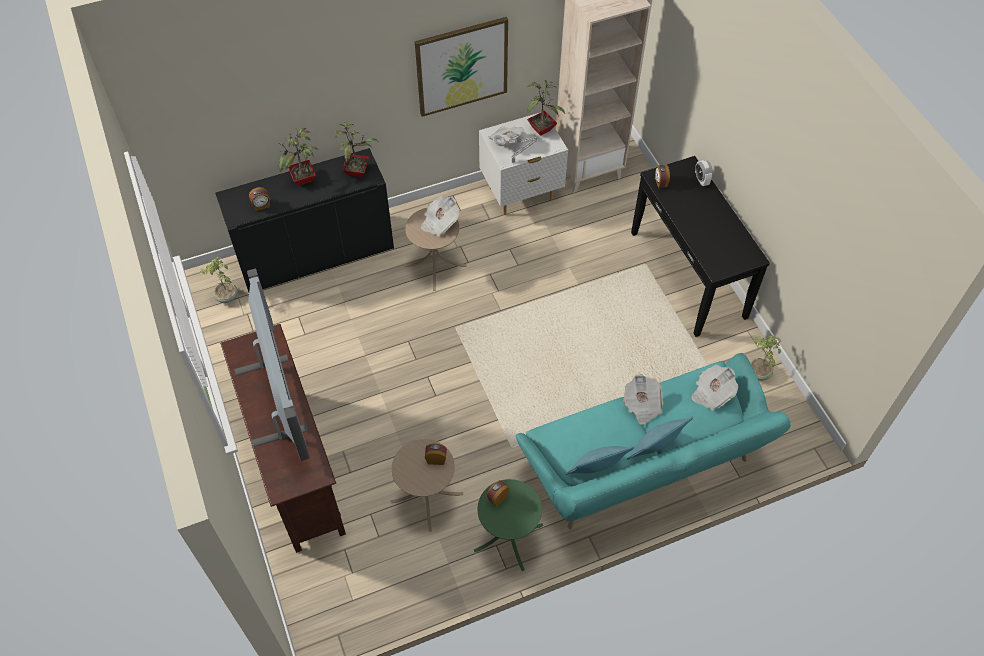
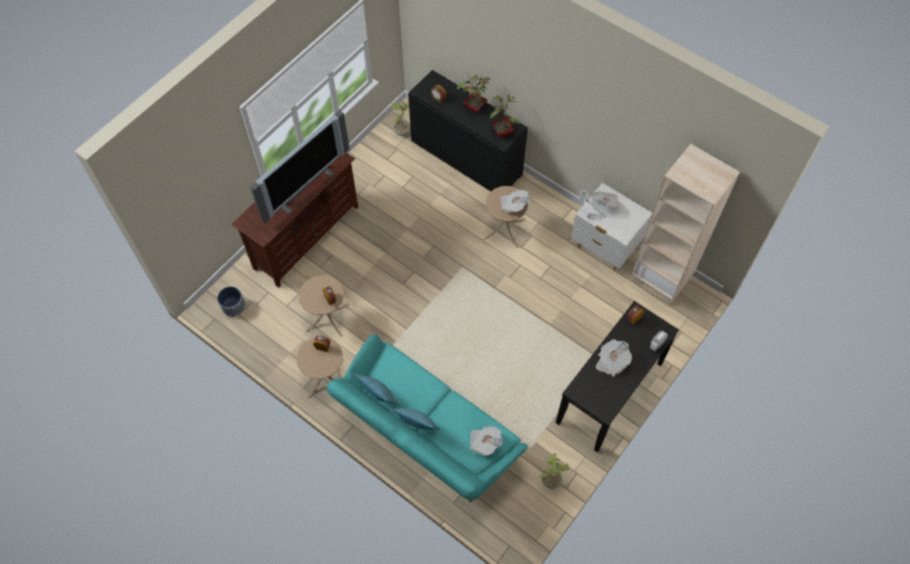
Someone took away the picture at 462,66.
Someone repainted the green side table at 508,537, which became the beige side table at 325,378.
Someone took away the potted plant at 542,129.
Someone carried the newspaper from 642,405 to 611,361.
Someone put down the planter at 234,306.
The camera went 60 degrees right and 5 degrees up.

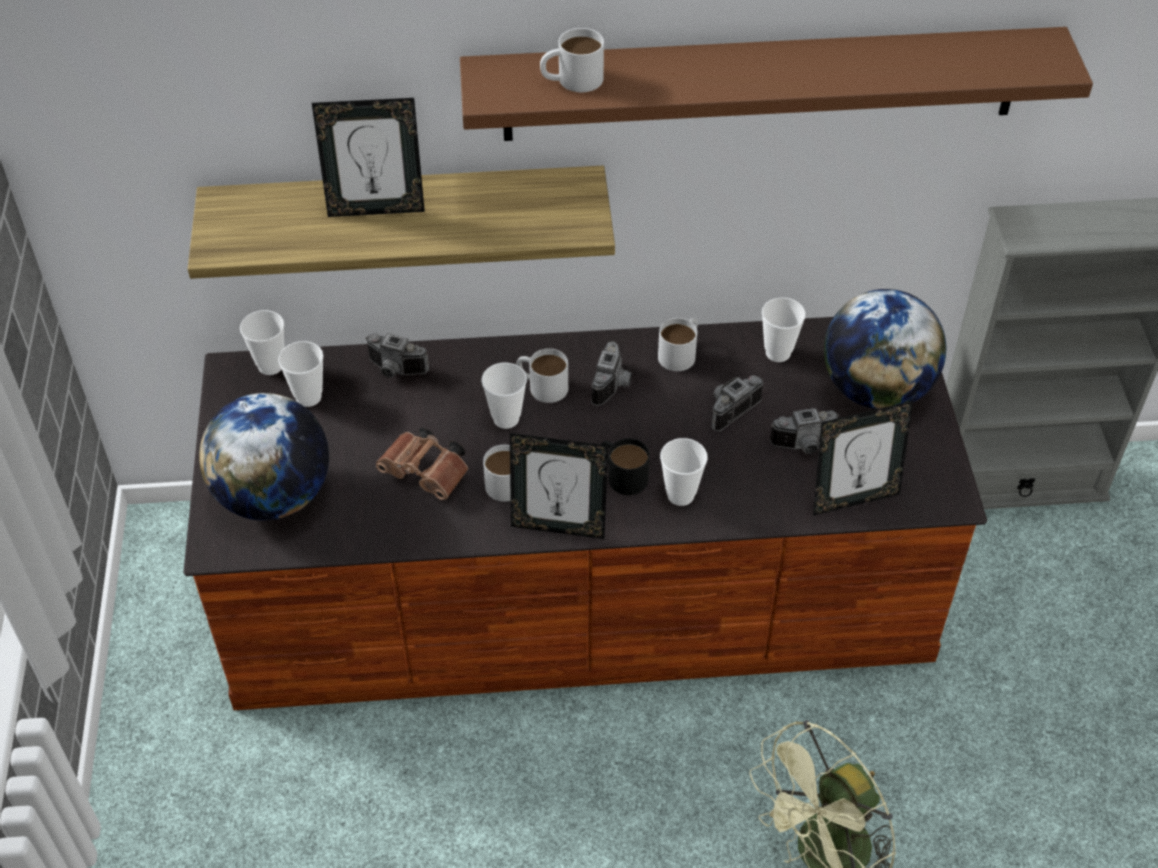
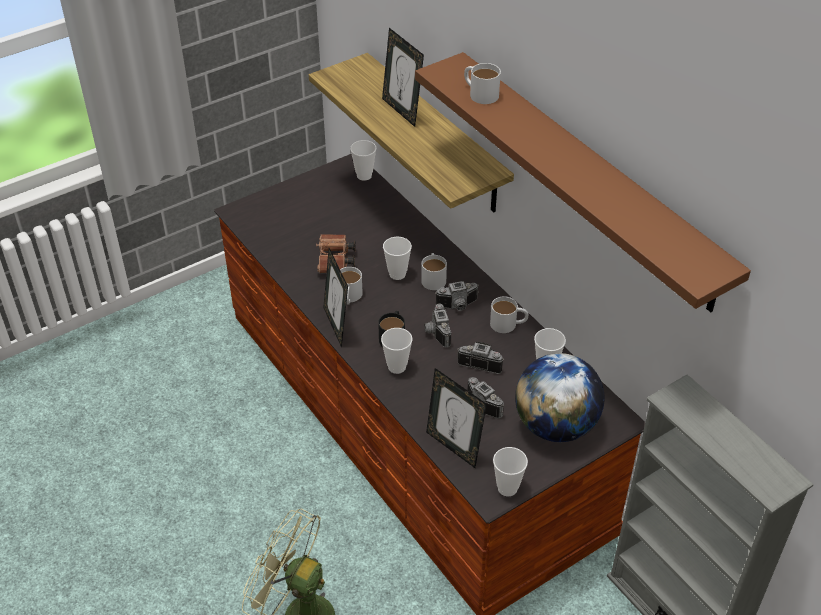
Someone took away the globe at 274,496.
Someone carried the cup from 308,397 to 507,488.
Someone carried the photo camera from 394,370 to 436,333.
The camera went 60 degrees right and 5 degrees down.

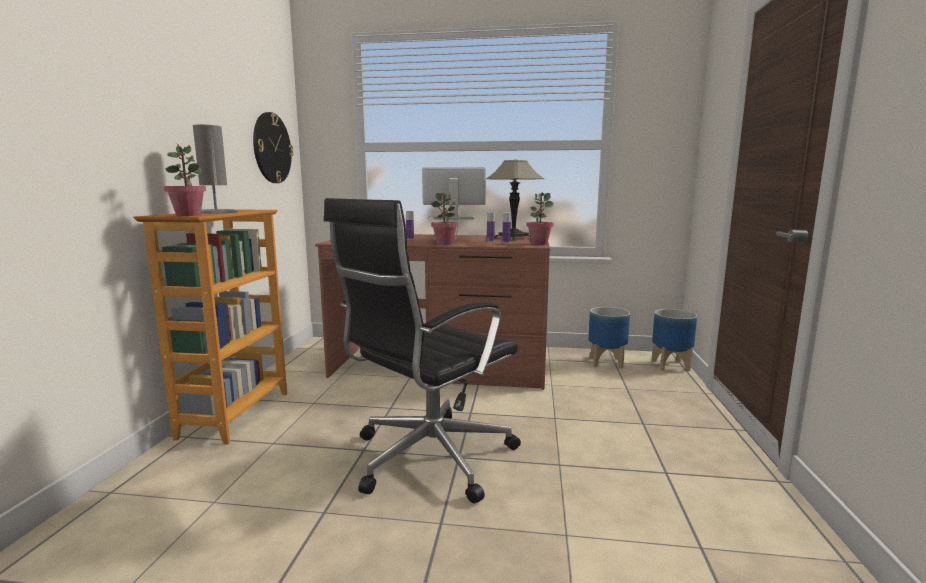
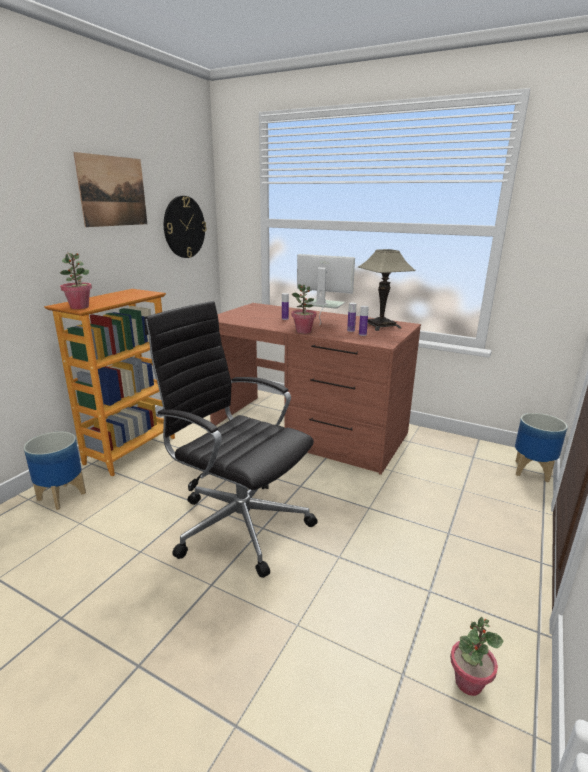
Someone took away the grey table lamp at 216,212.
Someone rotated the black office chair at 428,458 by 60 degrees clockwise.
Someone carried the potted plant from 539,244 to 468,682.
Someone carried the planter from 606,363 to 61,497.
Someone put up the picture at 113,191.
The camera went 20 degrees right and 10 degrees up.

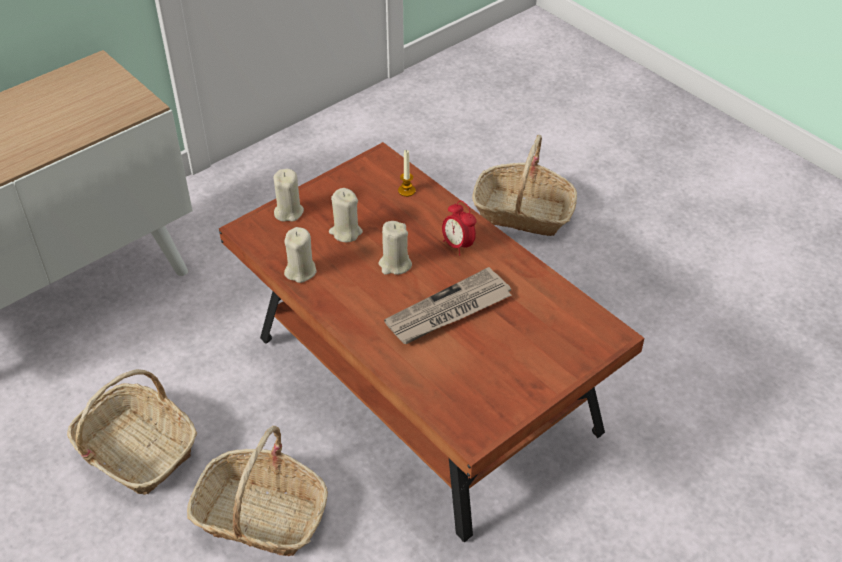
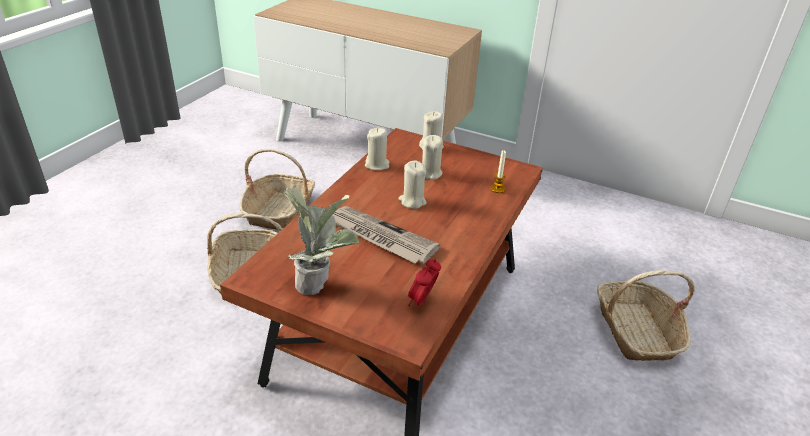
Someone carried the alarm clock from 458,245 to 422,301.
Someone put down the potted plant at 320,284.
The camera went 65 degrees right and 10 degrees down.

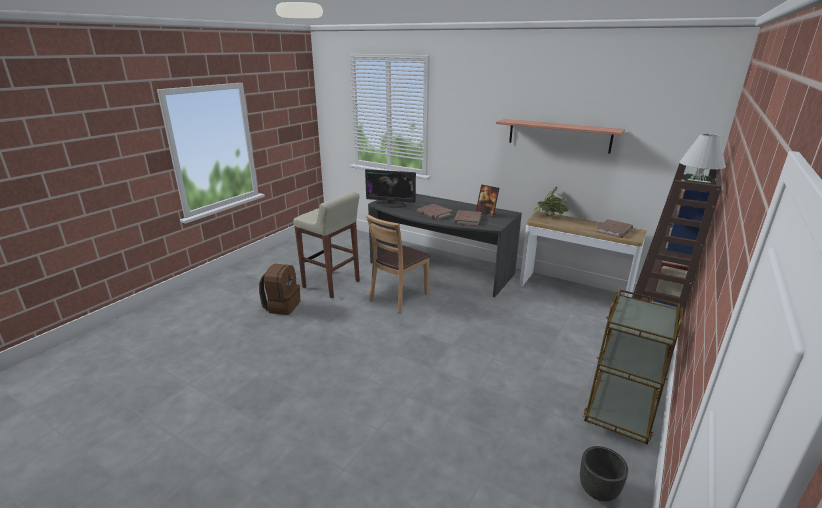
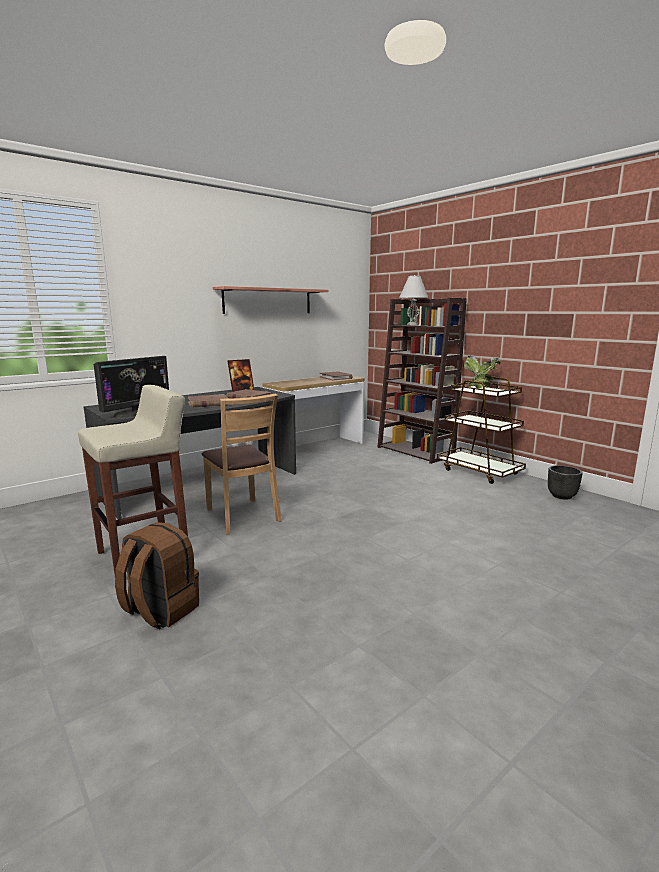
Someone carried the potted plant from 549,217 to 480,388.
The camera went 70 degrees left and 10 degrees down.

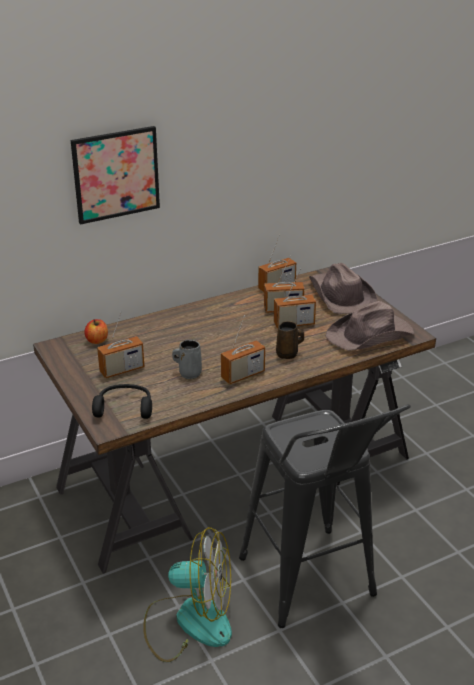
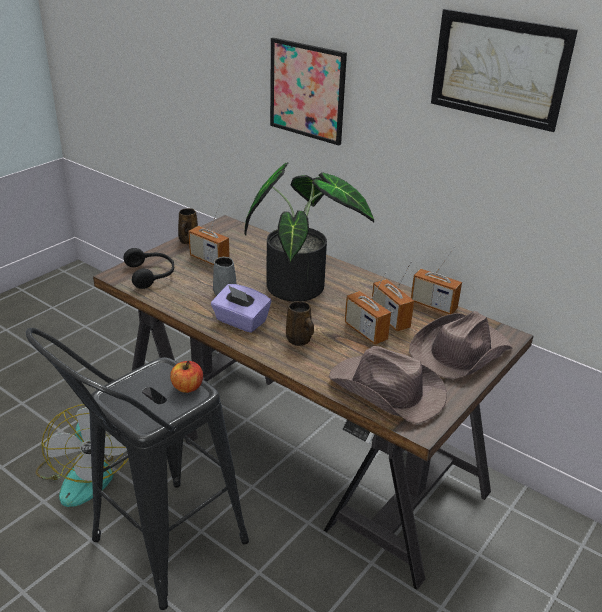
Someone carried the apple from 97,340 to 187,387.
Someone swapped the radio at 243,375 for the purple tissue box at 240,321.
Someone put down the brown mug at 188,241.
Someone put down the potted plant at 300,285.
Someone put up the picture at 499,69.
The camera went 65 degrees right and 0 degrees up.

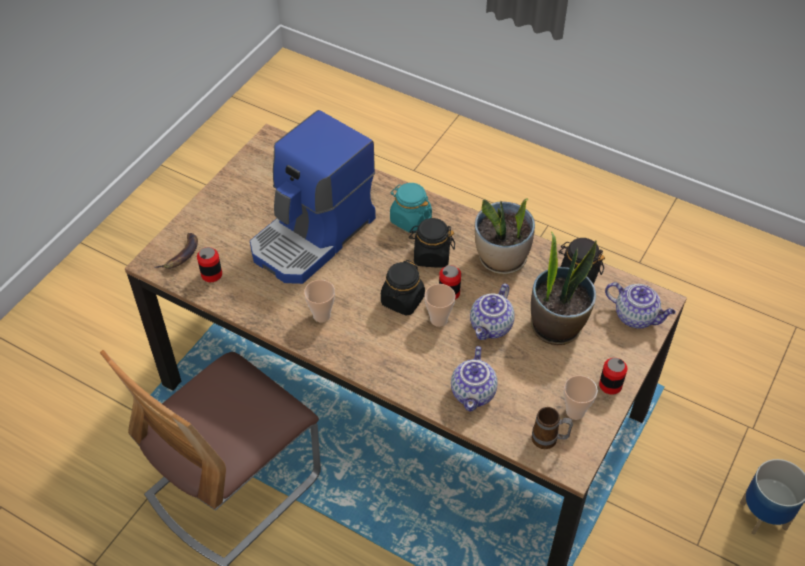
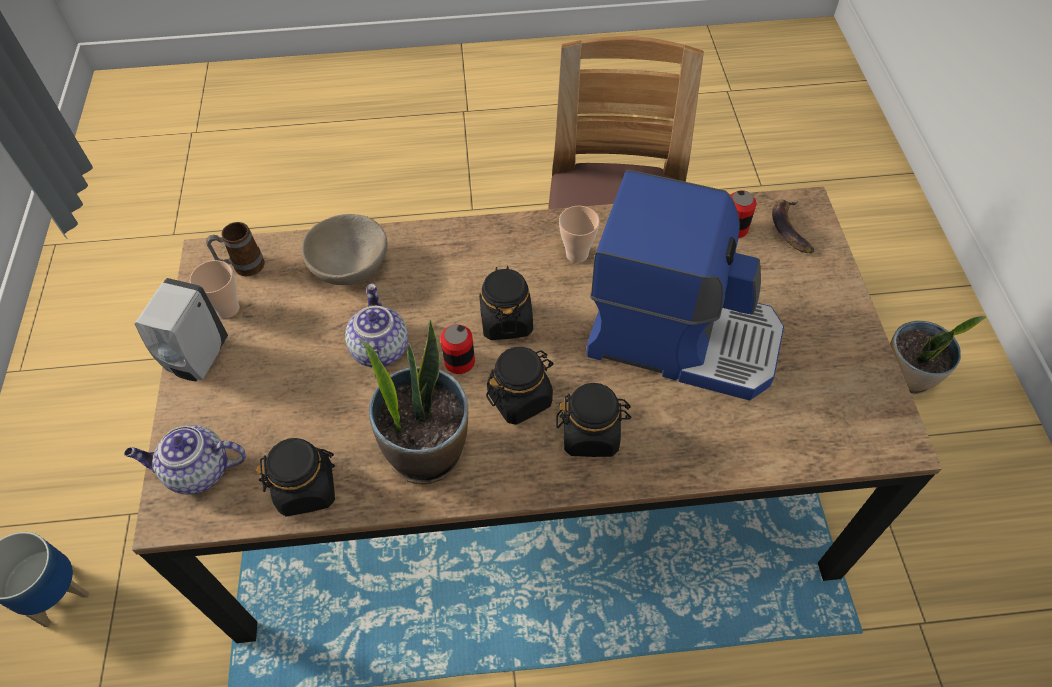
Someone rotated the coffee machine at 313,236 by 105 degrees clockwise.
Someone repainted the turquoise jar at 410,220, which became the black jar at 591,434.
Someone took away the cup at 438,319.
Someone swapped the teapot at 474,393 for the beige bowl at 350,268.
Someone carried the potted plant from 556,326 to 907,377.
Someone swapped the can at 610,385 for the white soap dispenser at 198,360.
The camera went 145 degrees right and 5 degrees up.

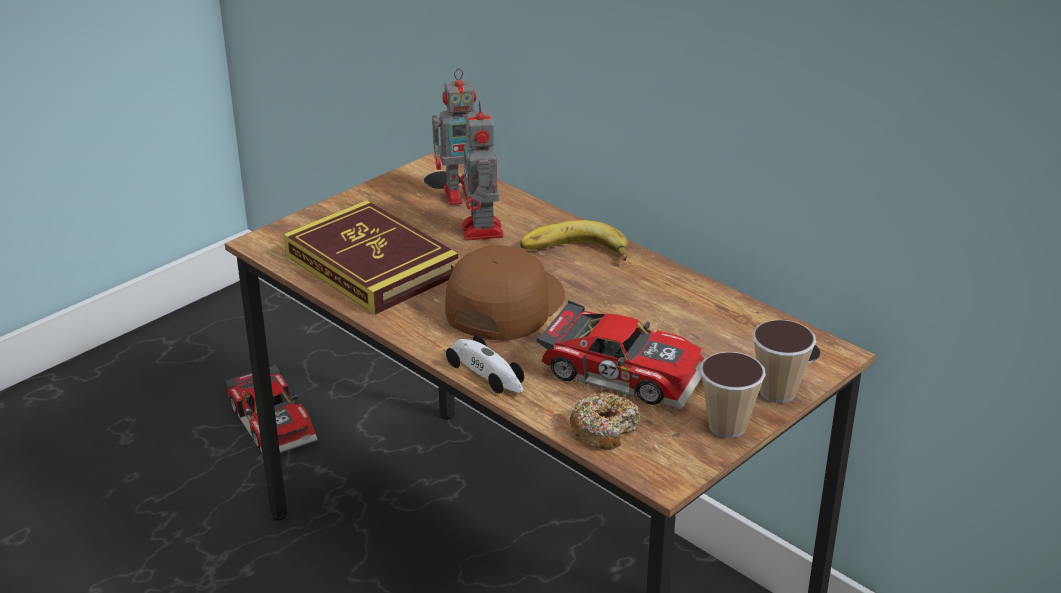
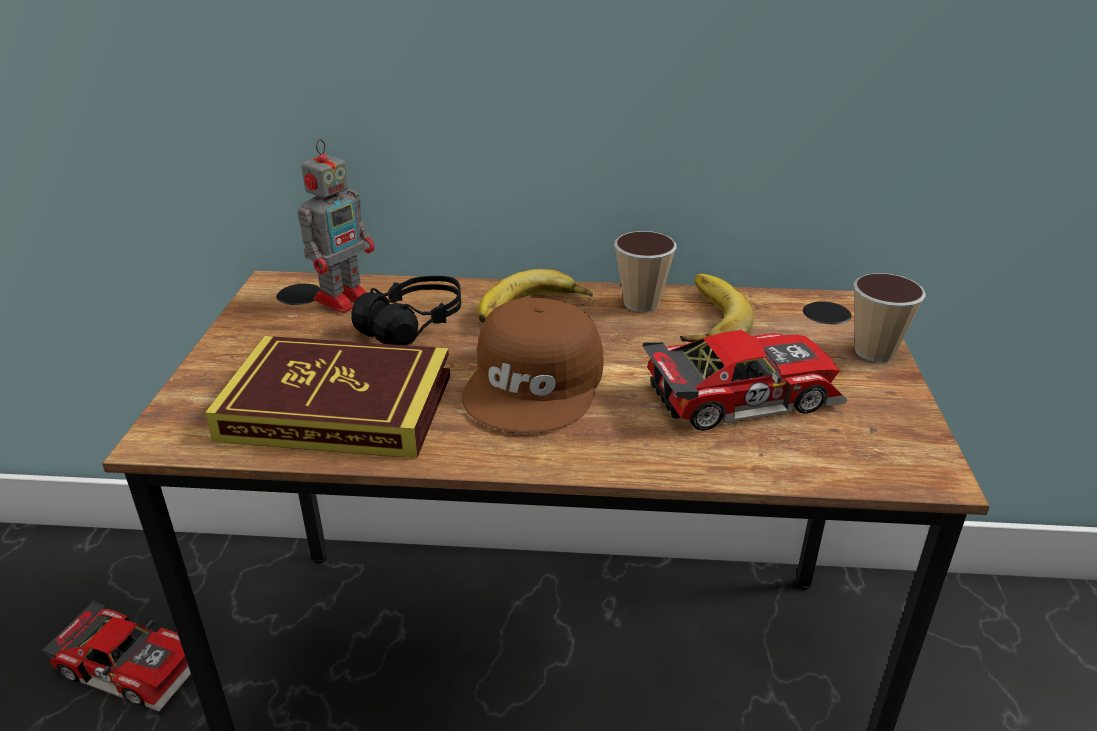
Someone rotated the brown cap at 503,304 by 150 degrees counterclockwise.
Someone took away the toy car at 487,374.
Someone swapped the toy robot at 482,232 for the black headphones at 413,325.
Someone took away the donut at 604,429.
Someone carried the cup from 727,426 to 641,303.
Someone put down the banana at 704,319.
The camera went 40 degrees left and 0 degrees up.

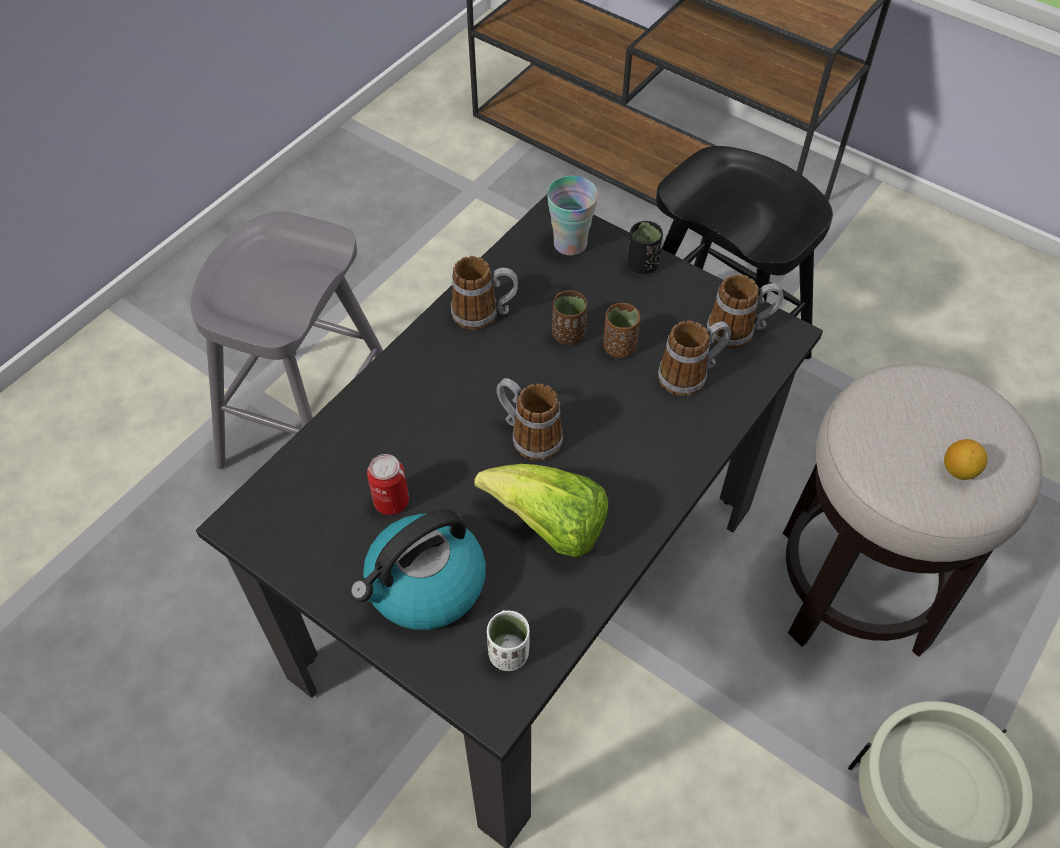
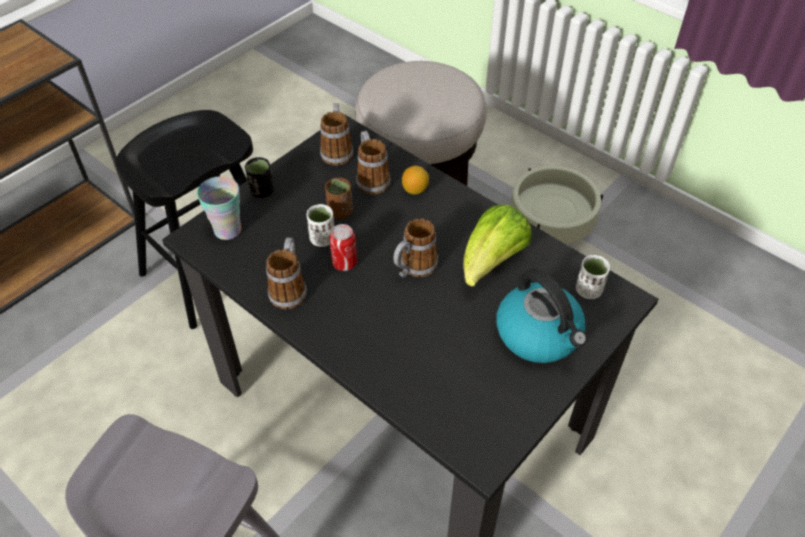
Someone carried the can from 391,501 to 344,263.
Someone repainted the brown cup at 568,335, which became the white cup at 322,239.
Someone carried the lemon from 959,470 to 415,190.
The camera went 85 degrees left and 5 degrees down.

